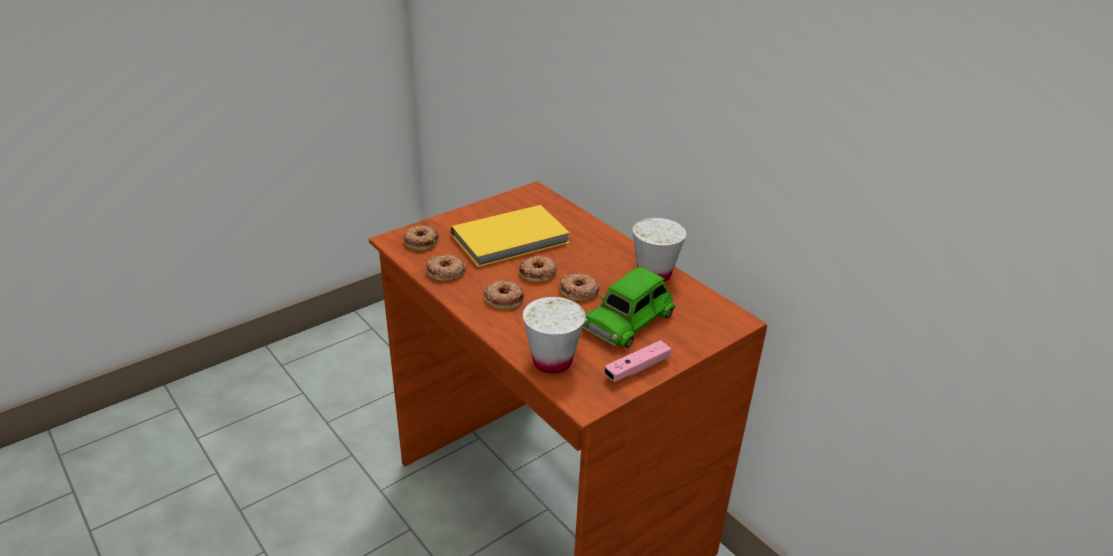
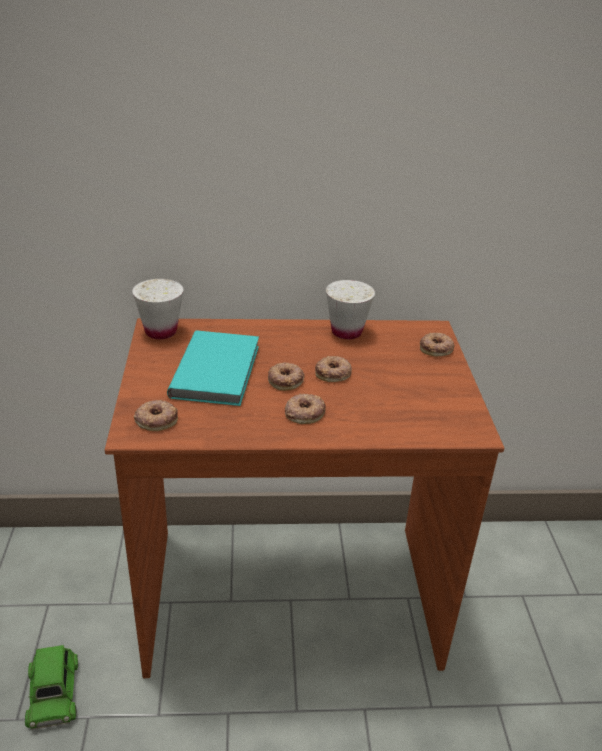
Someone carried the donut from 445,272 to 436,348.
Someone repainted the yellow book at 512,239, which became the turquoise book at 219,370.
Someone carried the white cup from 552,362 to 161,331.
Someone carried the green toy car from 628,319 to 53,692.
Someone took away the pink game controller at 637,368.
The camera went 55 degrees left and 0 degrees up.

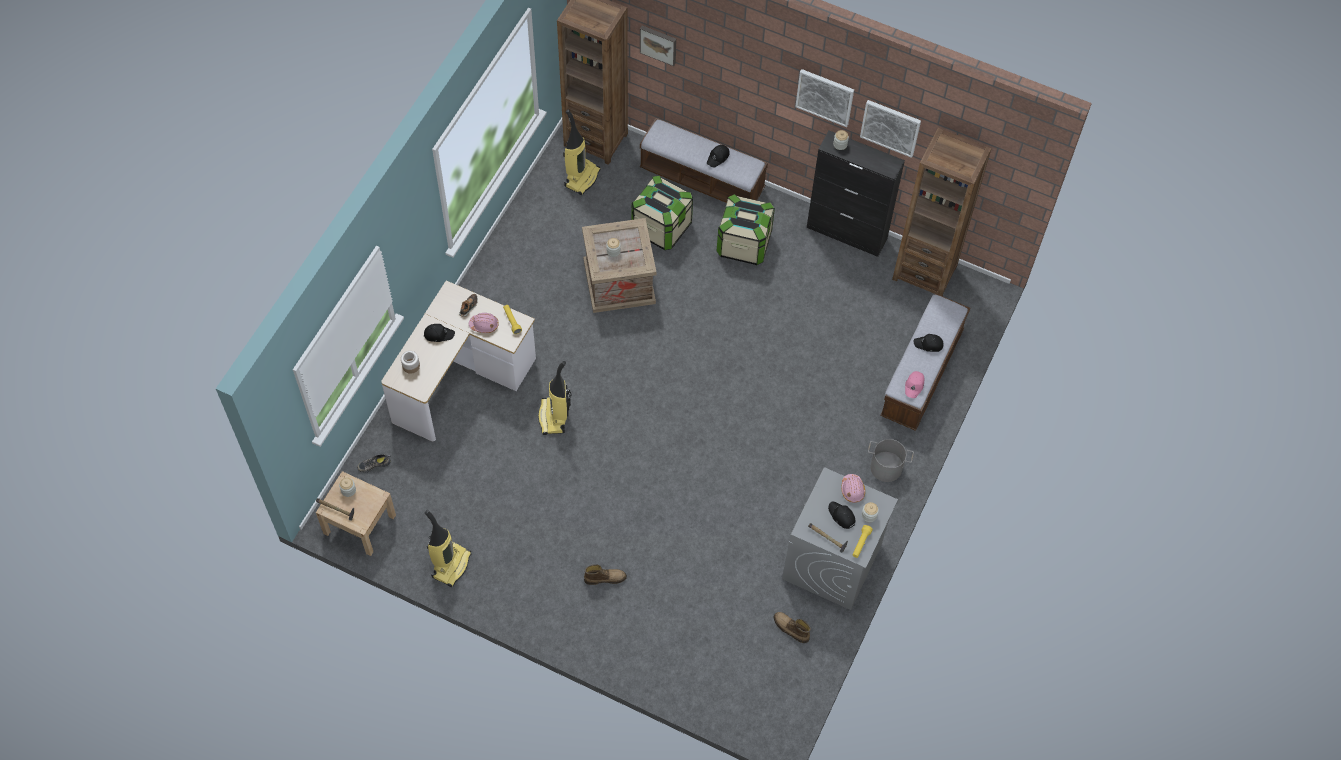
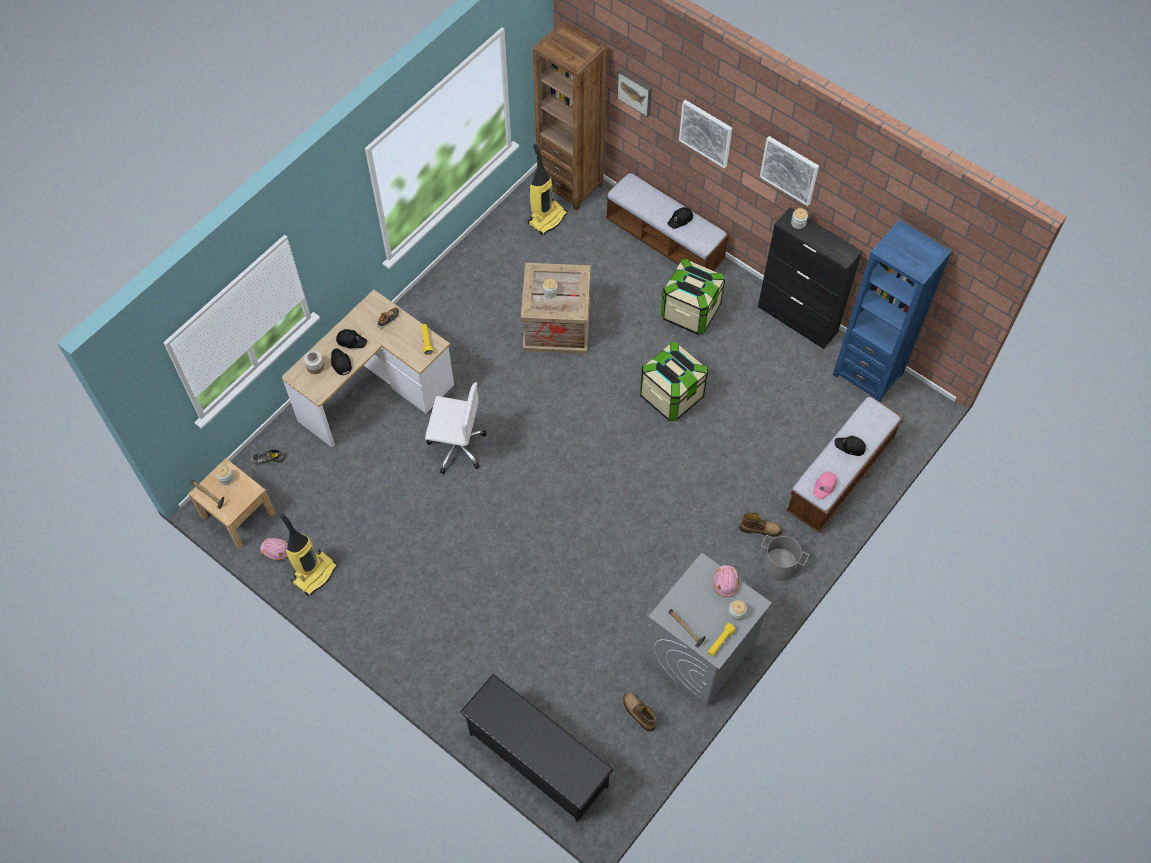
Someone carried the pink hard hat from 484,325 to 276,550.
Someone swapped the vacuum cleaner at 554,417 for the white office chair at 456,446.
Someone carried the boot from 605,578 to 760,529.
Someone carried the storage box from 661,227 to 671,395.
Someone carried the black cap from 841,516 to 340,363.
Someone carried the picture from 890,127 to 706,133.
Someone repainted the brown bookcase at 924,272, which became the blue bookcase at 868,374.
Someone put down the black shoe rack at 537,759.
The camera went 15 degrees right and 0 degrees up.

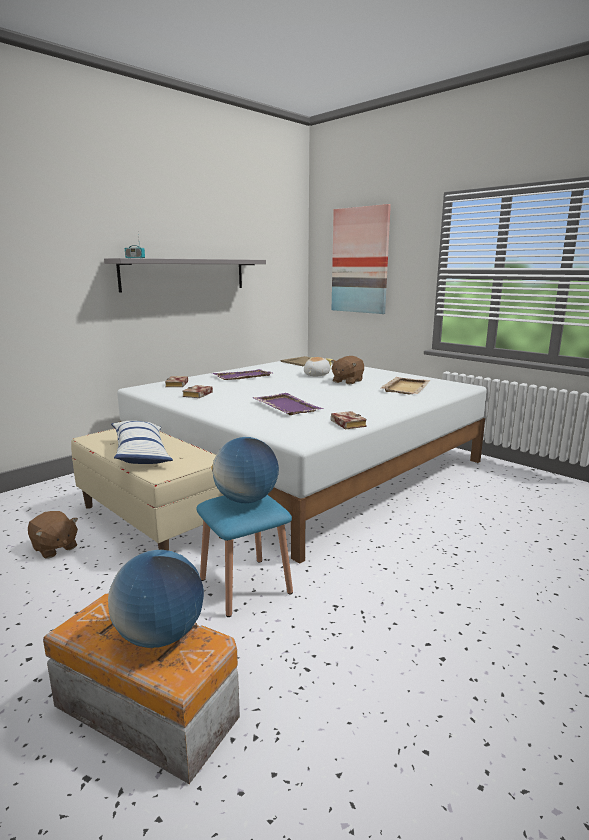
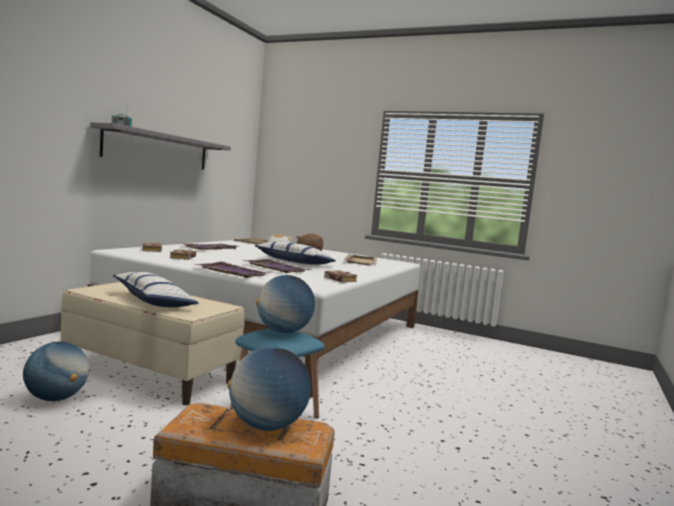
Someone swapped the brown plush toy at 54,548 for the globe at 56,398.
Someone took away the picture at 360,260.
Someone put down the purple tray at 232,271.
Someone put down the pillow at 294,262.
The camera went 20 degrees left and 10 degrees down.

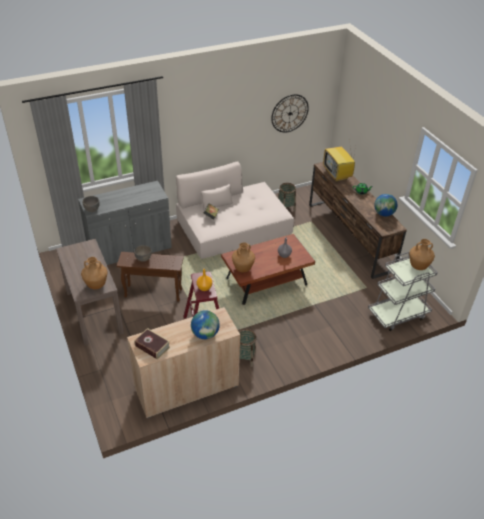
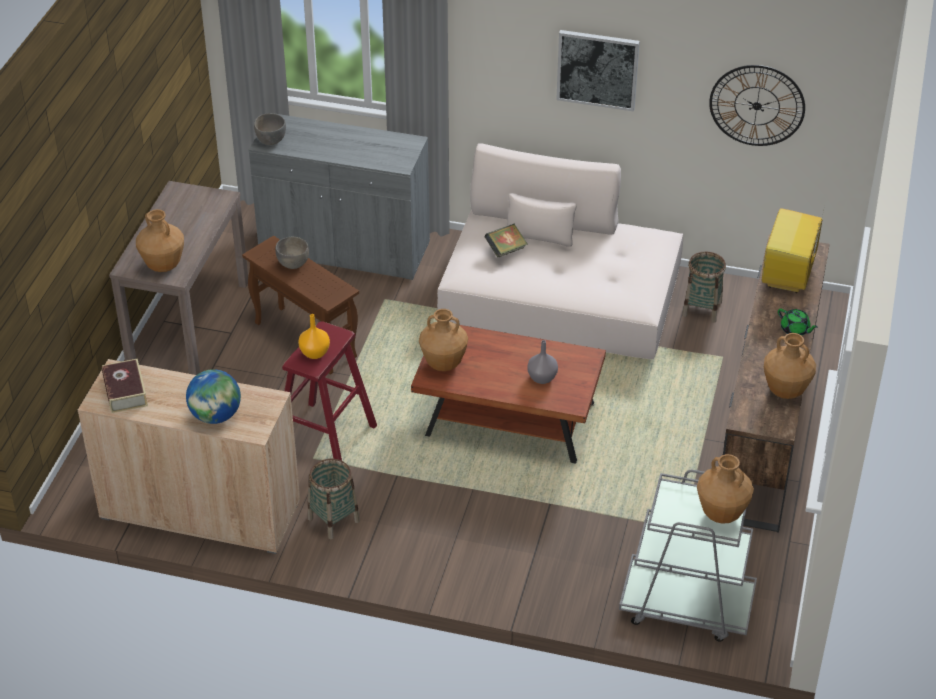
Someone swapped the globe at 383,214 for the brown vase at 785,391.
Someone put up the picture at 597,69.
The camera went 40 degrees right and 0 degrees up.

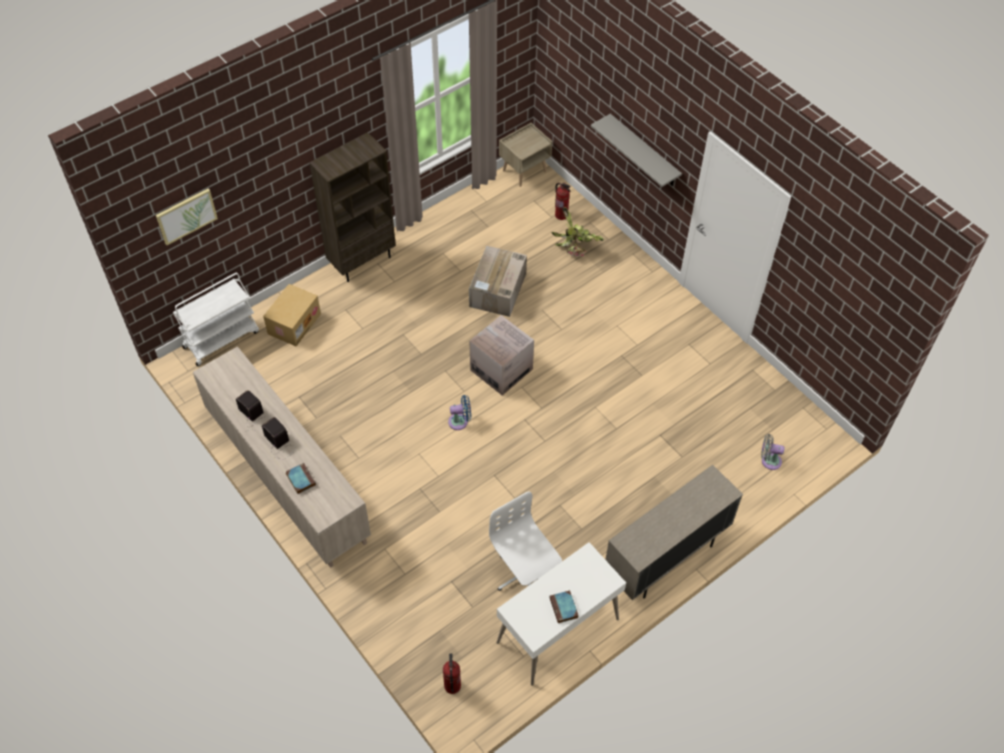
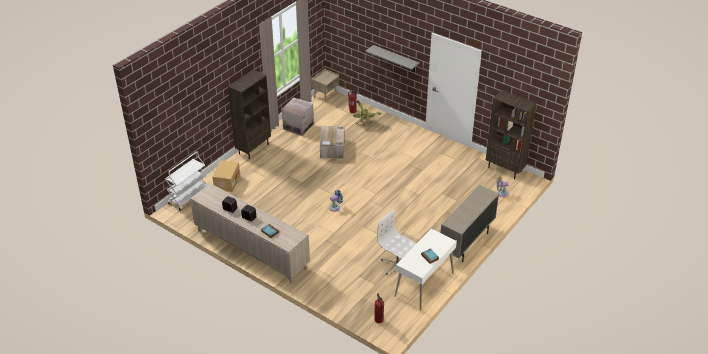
Someone took away the picture at 186,216.
Someone carried the cardboard box from 501,369 to 298,126.
Someone put down the brown bookcase at 505,169.
The camera went 15 degrees left and 15 degrees down.

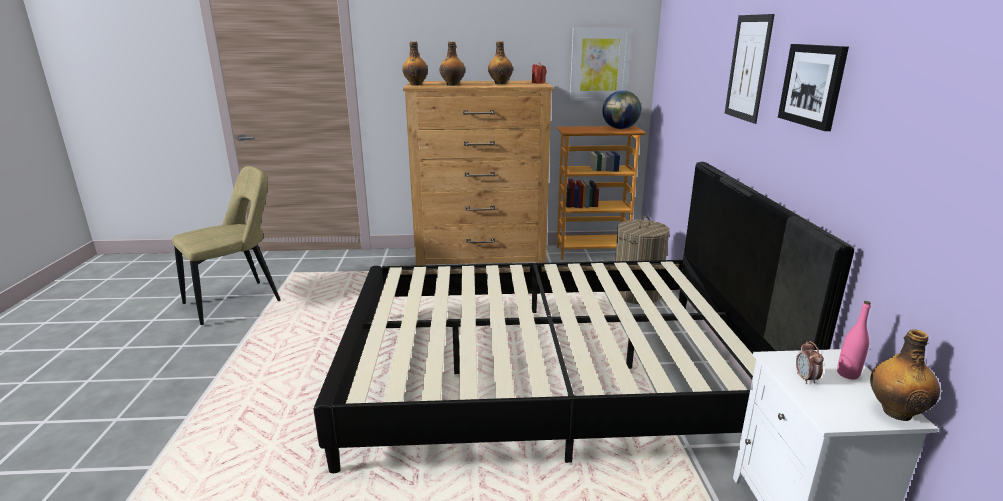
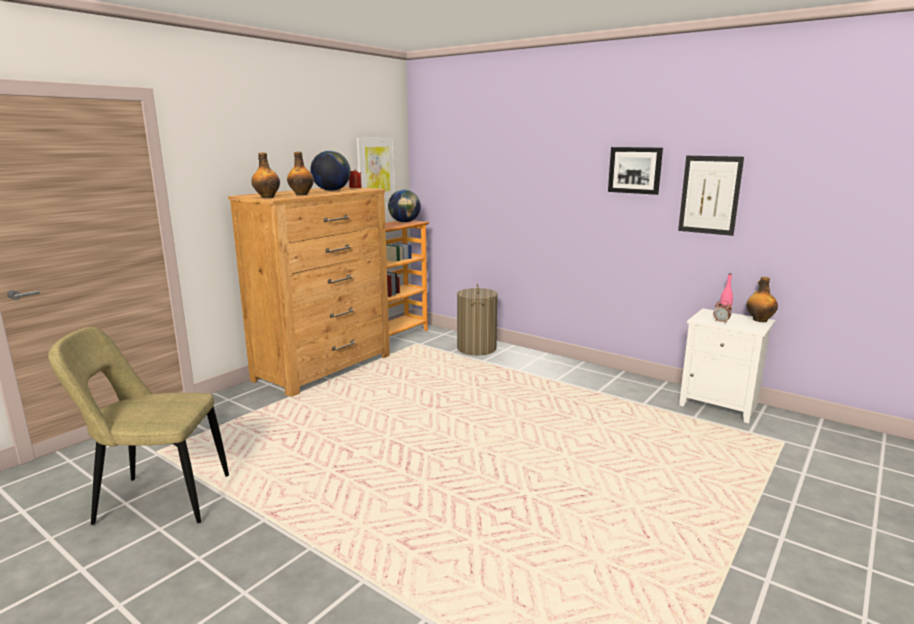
Someone rotated the beige chair at 237,301 by 90 degrees counterclockwise.
Someone took away the black bed at 547,375.
Someone swapped the bottle at 500,83 for the globe at 331,190.
Someone carried the picture from 748,68 to 709,195.
The camera went 50 degrees left and 5 degrees down.

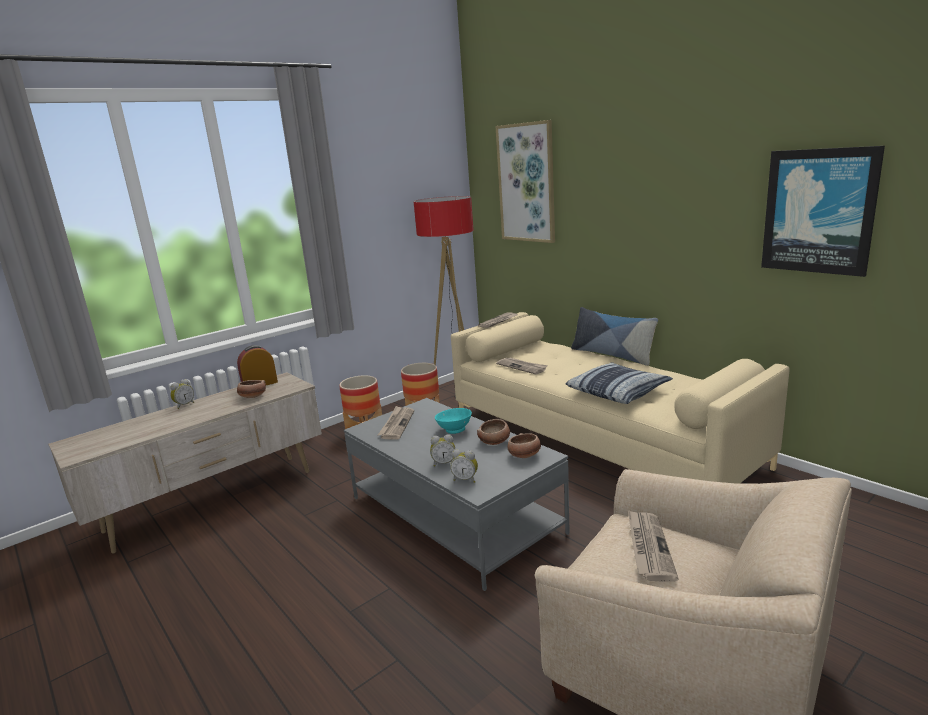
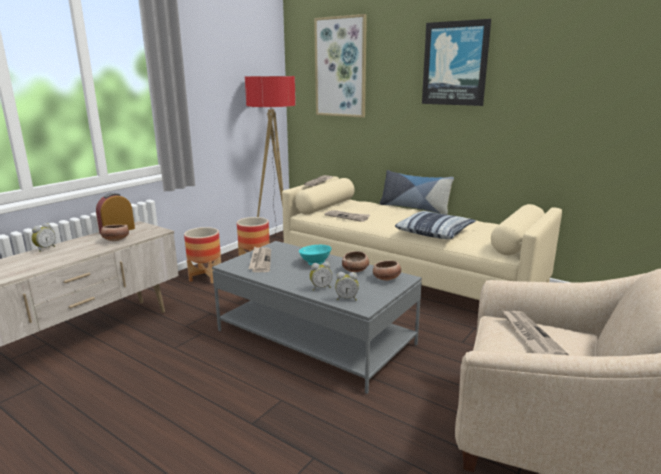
Someone carried the picture from 818,211 to 455,63.
The camera went 15 degrees left and 0 degrees up.

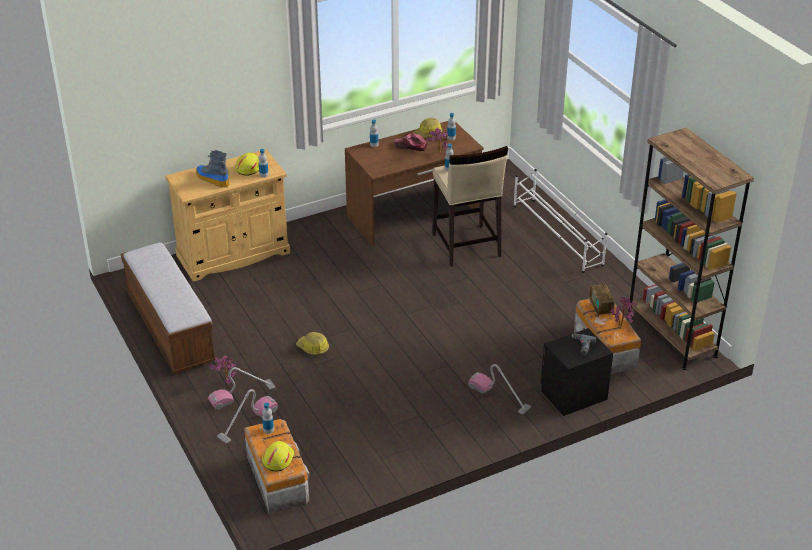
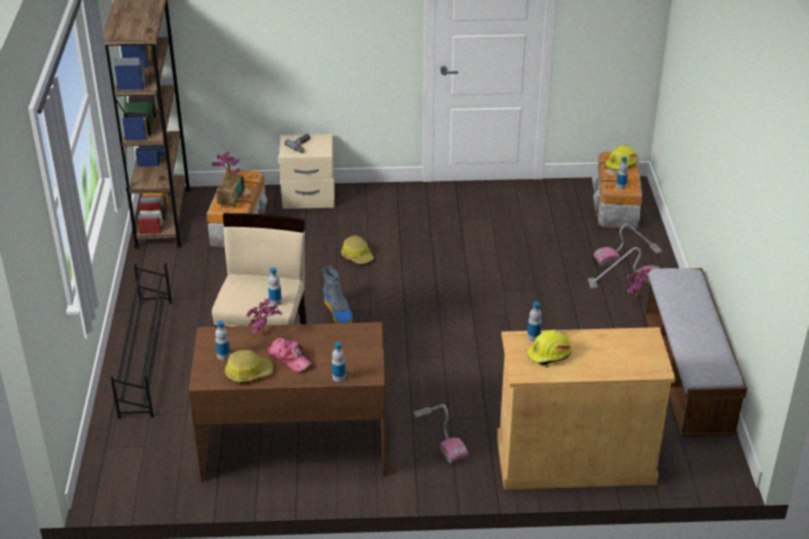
Someone carried the boot from 212,179 to 338,313.
Someone carried the hard hat from 313,348 to 357,256.
Someone carried the vacuum cleaner from 499,396 to 440,436.
Someone repainted the white shoe rack at 557,235, which became the black shoe rack at 146,356.
Someone repainted the black nightstand at 573,394, which became the beige nightstand at 308,198.
The camera went 155 degrees left and 0 degrees up.

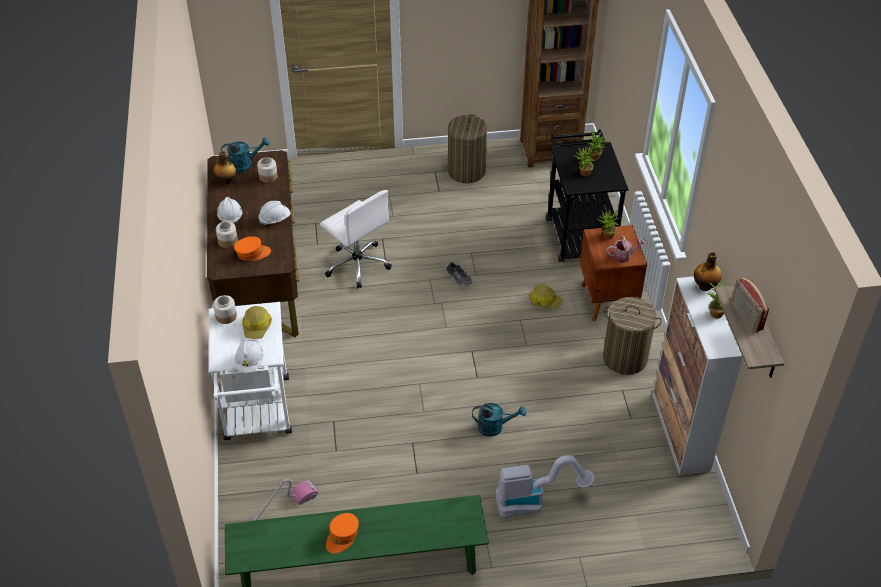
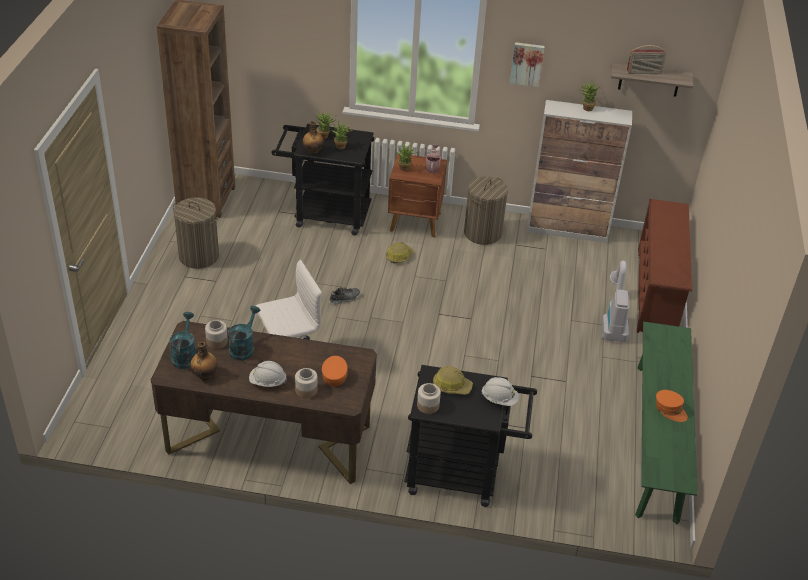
Someone repainted the white cart at 257,415, which became the black cart at 462,475.
Someone took away the vacuum cleaner at 283,507.
Someone took away the white hard hat at 275,219.
Someone carried the turquoise watering can from 495,427 to 243,347.
Someone carried the bottle from 705,286 to 313,151.
Someone put up the picture at 527,63.
Someone put down the brown shoe rack at 657,292.
The camera went 75 degrees left and 5 degrees down.

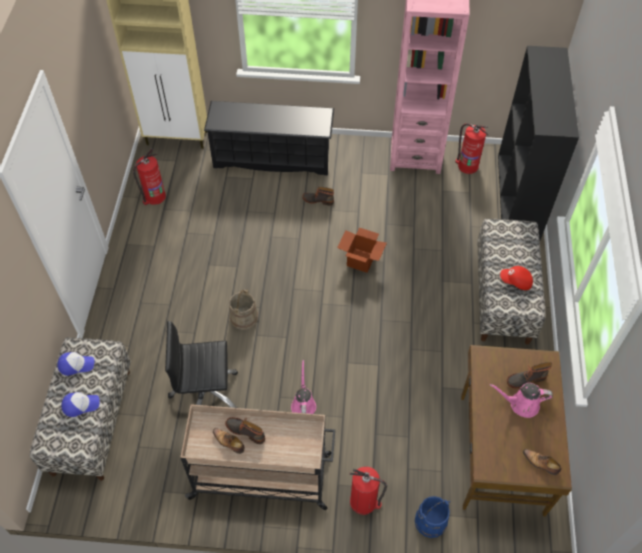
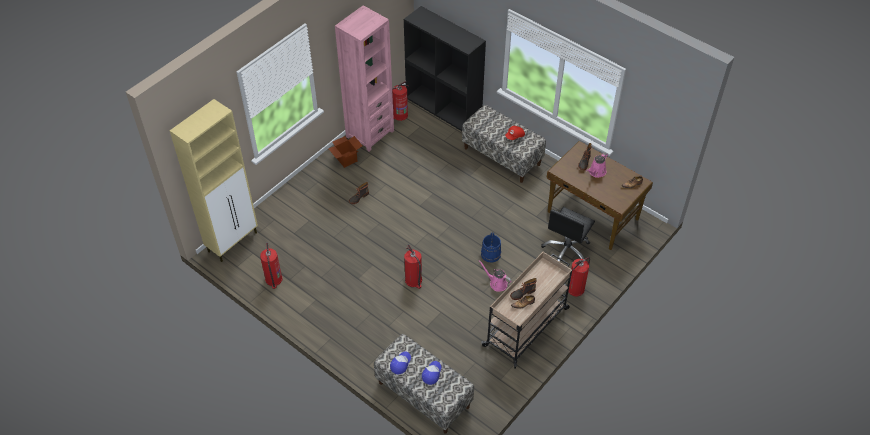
Someone carried the black office chair from 206,394 to 566,251.
Someone took away the black shoe rack at 272,157.
Someone swapped the beige bucket at 243,317 for the fire extinguisher at 413,281.
Someone carried the cardboard box from 361,260 to 346,159.
Someone carried the blue bucket from 430,521 to 491,254.
The camera went 55 degrees left and 5 degrees down.

